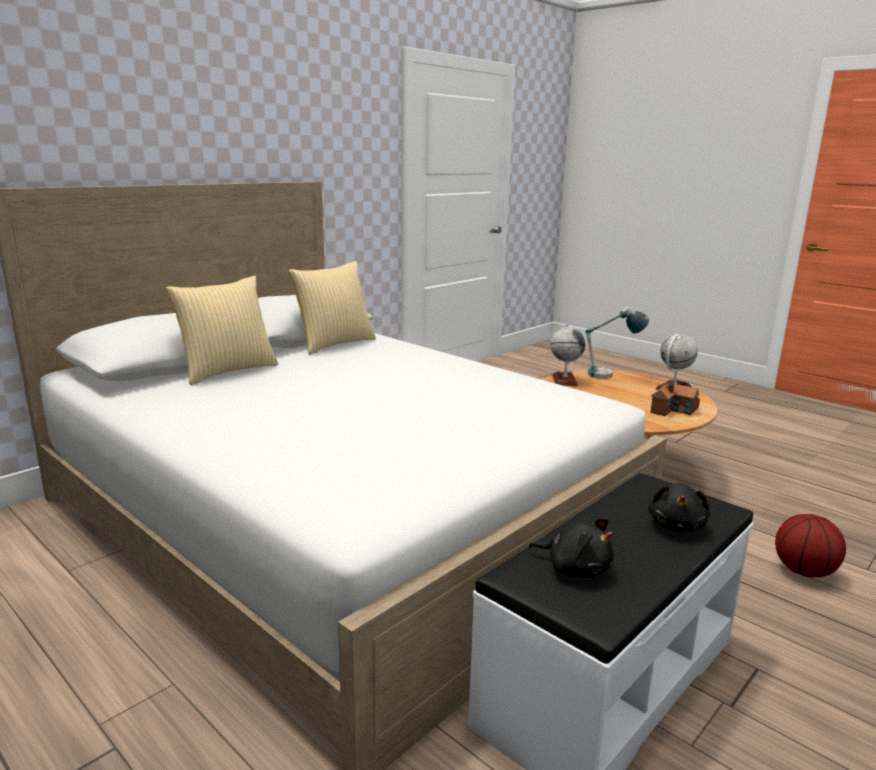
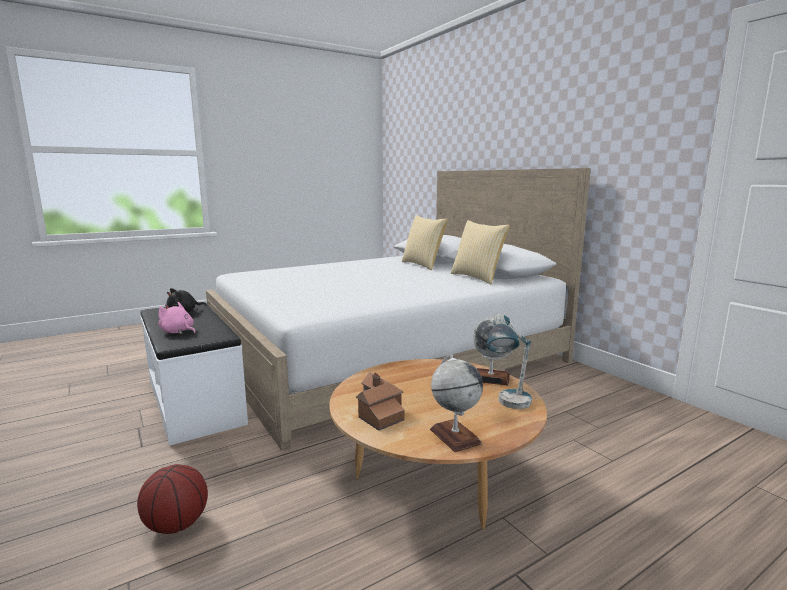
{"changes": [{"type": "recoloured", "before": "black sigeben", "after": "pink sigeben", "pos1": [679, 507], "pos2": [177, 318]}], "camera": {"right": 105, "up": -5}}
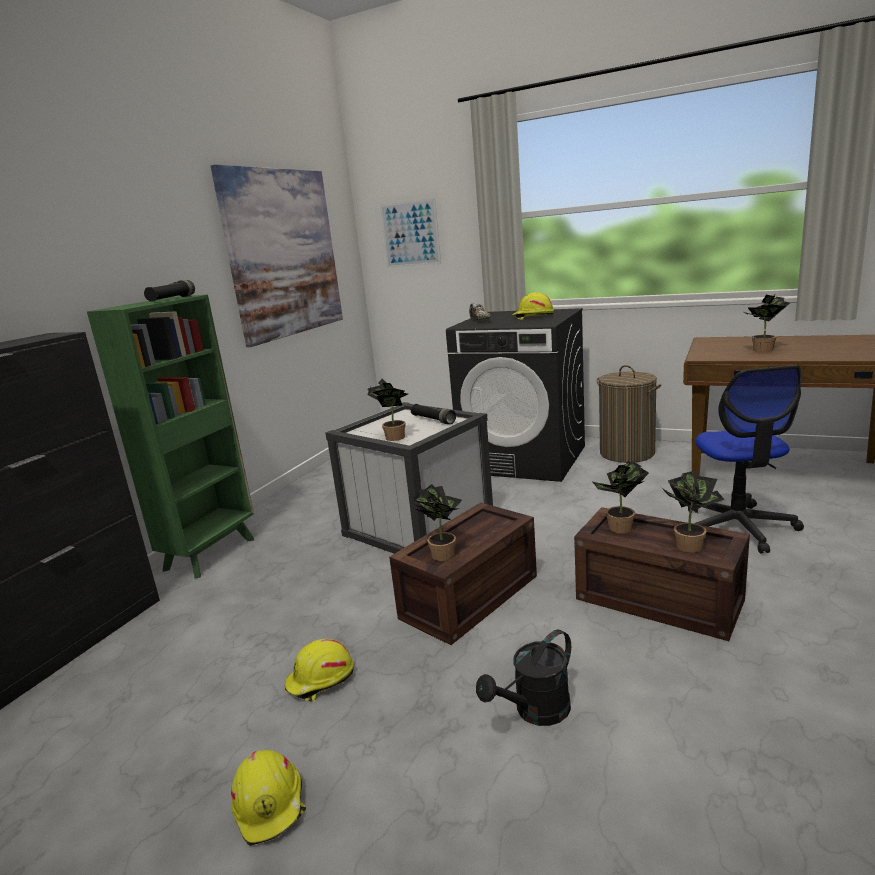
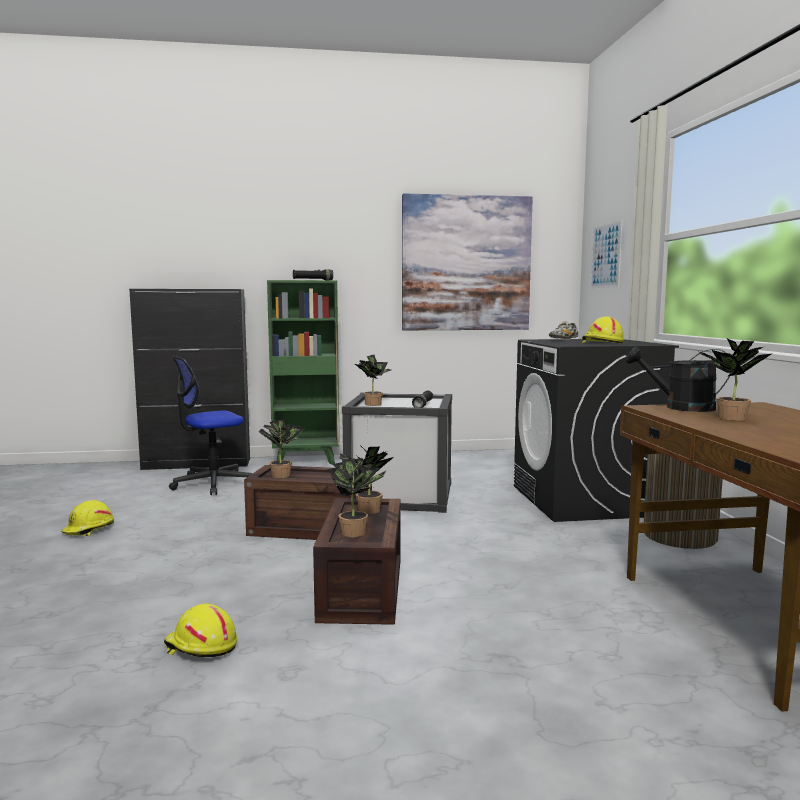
{"changes": [{"type": "moved", "before": "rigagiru", "pos1": [746, 459], "pos2": [211, 425]}, {"type": "moved", "before": "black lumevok", "pos1": [523, 678], "pos2": [678, 379]}, {"type": "moved", "before": "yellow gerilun", "pos1": [319, 670], "pos2": [200, 630]}], "camera": {"right": 55, "up": -10}}
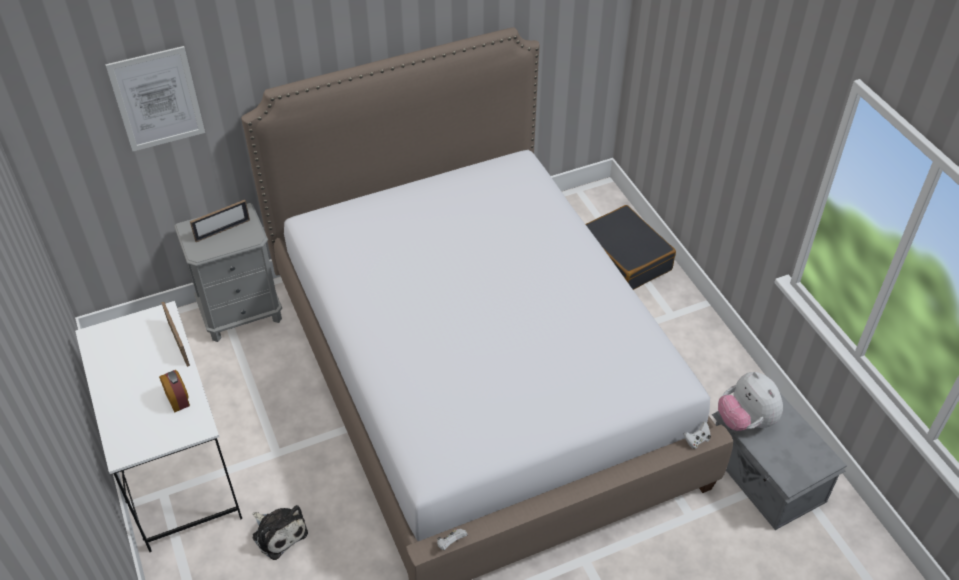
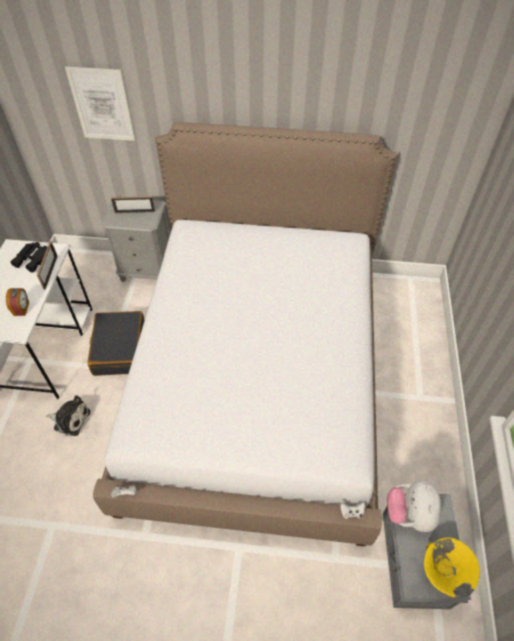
{"changes": [{"type": "moved", "before": "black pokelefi", "pos1": [631, 247], "pos2": [116, 343]}, {"type": "turned", "before": "sigeben", "pos1": [280, 532], "pos2": [68, 415], "turn": -60}, {"type": "added", "after": "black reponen", "pos2": [29, 257]}, {"type": "added", "after": "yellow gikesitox", "pos2": [452, 567]}], "camera": {"right": 30, "up": 5}}
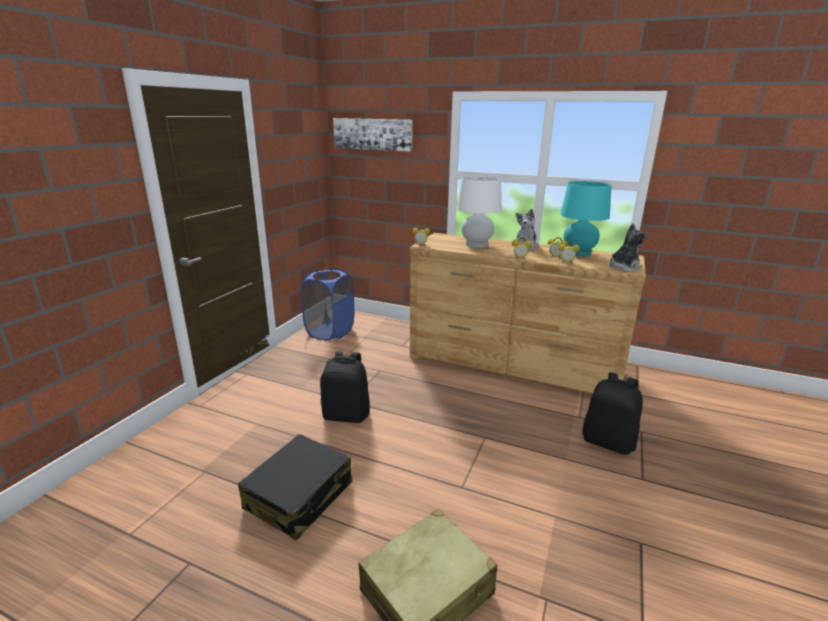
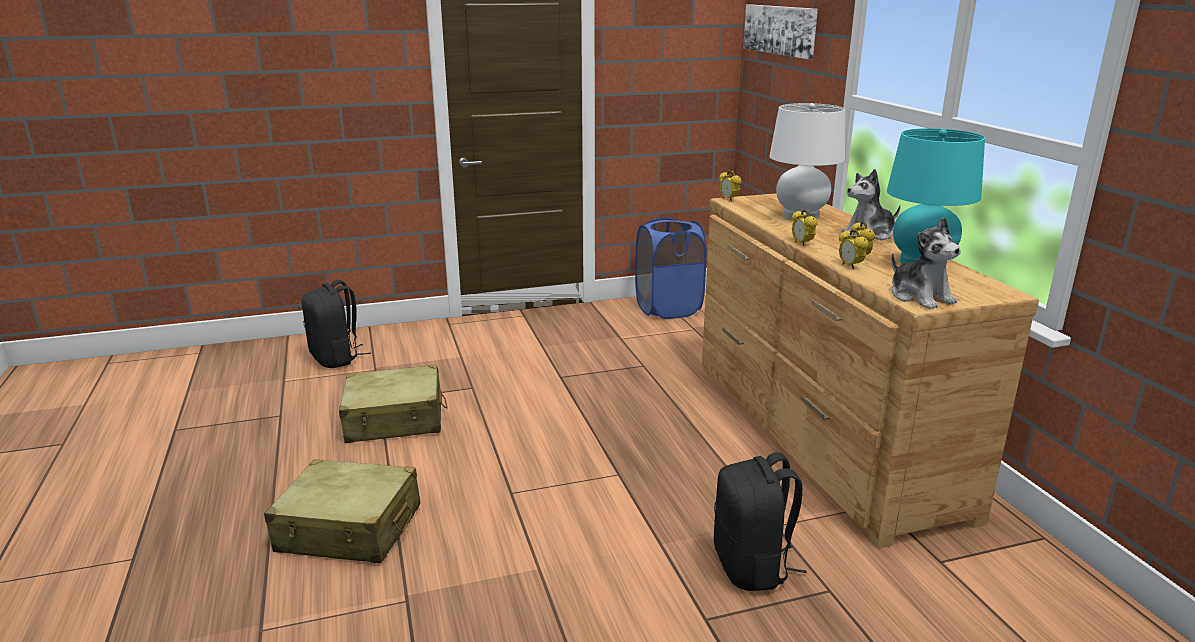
{"changes": [{"type": "turned", "before": "sigeben", "pos1": [628, 247], "pos2": [926, 263], "turn": 45}, {"type": "moved", "before": "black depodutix", "pos1": [345, 387], "pos2": [336, 324]}, {"type": "recoloured", "before": "black pokelefi", "after": "beige pokelefi", "pos1": [295, 487], "pos2": [393, 404]}], "camera": {"right": 50, "up": 0}}
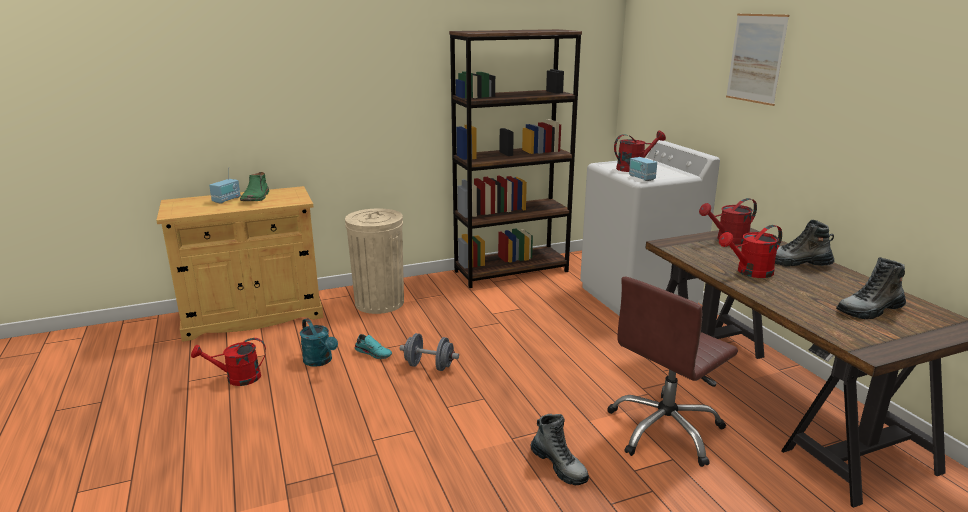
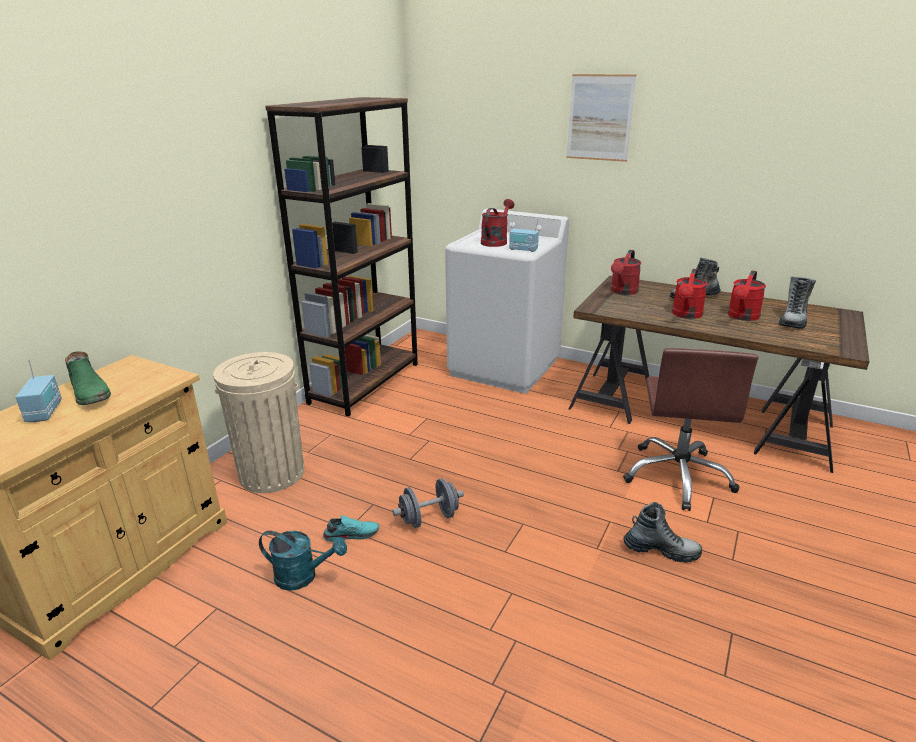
{"changes": [{"type": "moved", "before": "red lumevok", "pos1": [228, 362], "pos2": [747, 296]}], "camera": {"right": -40, "up": 5}}
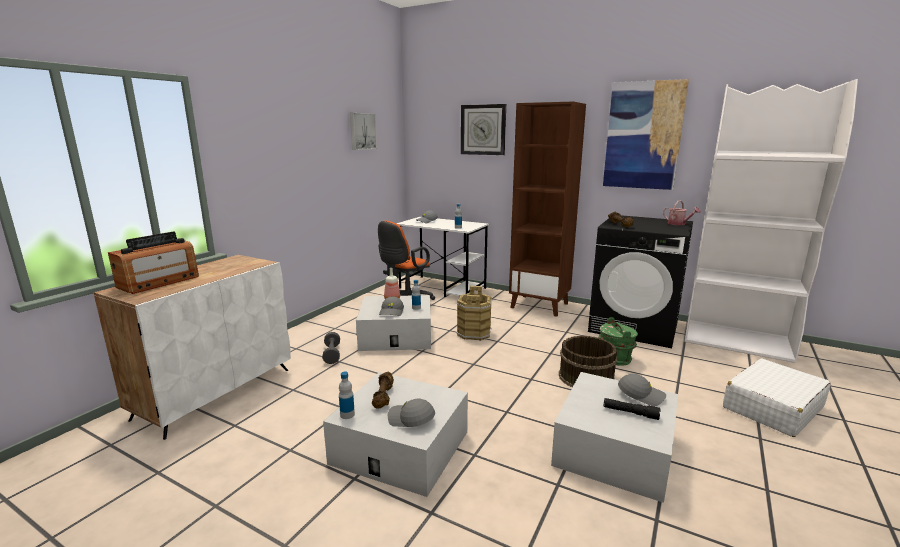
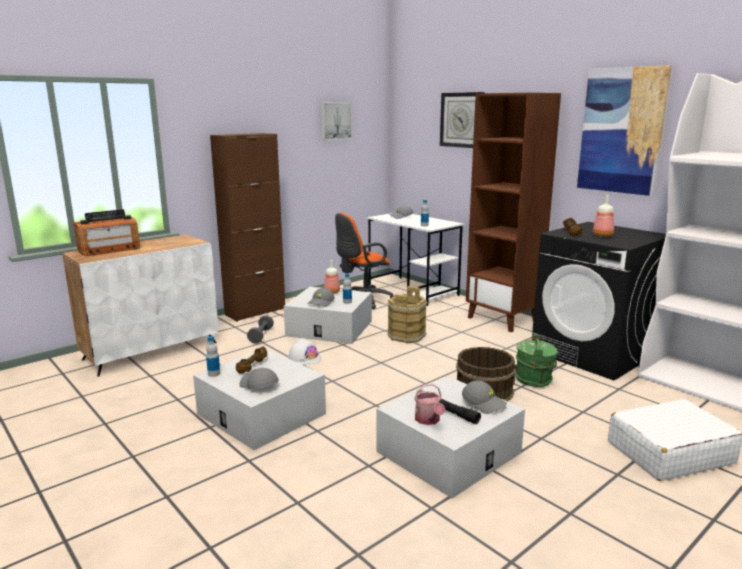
{"changes": [{"type": "moved", "before": "lumevok", "pos1": [682, 212], "pos2": [429, 404]}, {"type": "added", "after": "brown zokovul", "pos2": [247, 227]}, {"type": "added", "after": "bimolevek", "pos2": [603, 216]}, {"type": "added", "after": "white gerilun", "pos2": [304, 351]}], "camera": {"right": 20, "up": 0}}
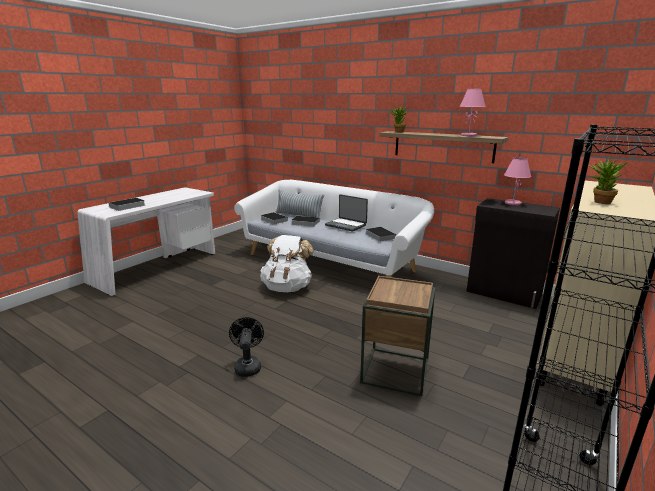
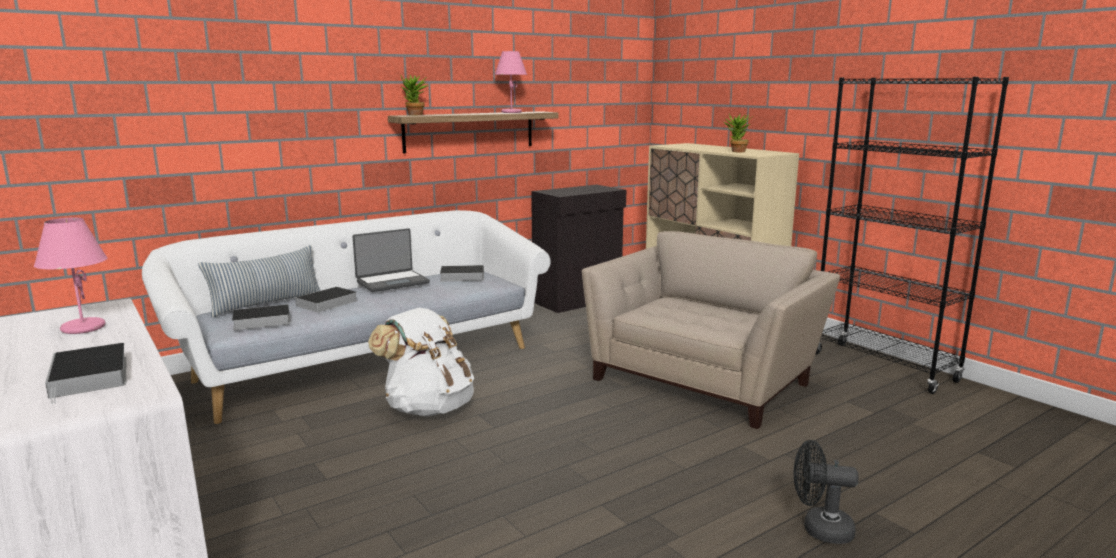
{"changes": [{"type": "moved", "before": "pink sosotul", "pos1": [517, 181], "pos2": [71, 275]}, {"type": "replaced", "before": "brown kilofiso", "after": "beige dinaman", "pos1": [397, 336], "pos2": [711, 330]}, {"type": "moved", "before": "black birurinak", "pos1": [246, 347], "pos2": [826, 492]}], "camera": {"right": -70, "up": -5}}
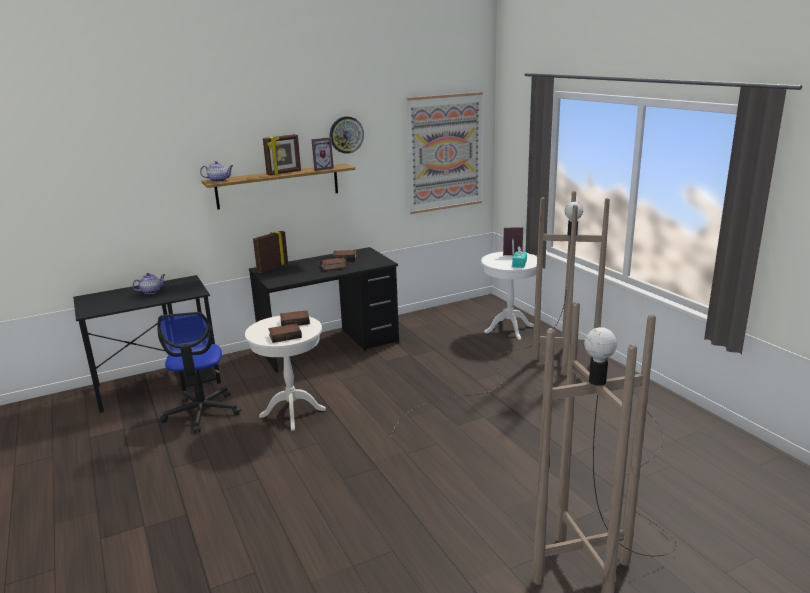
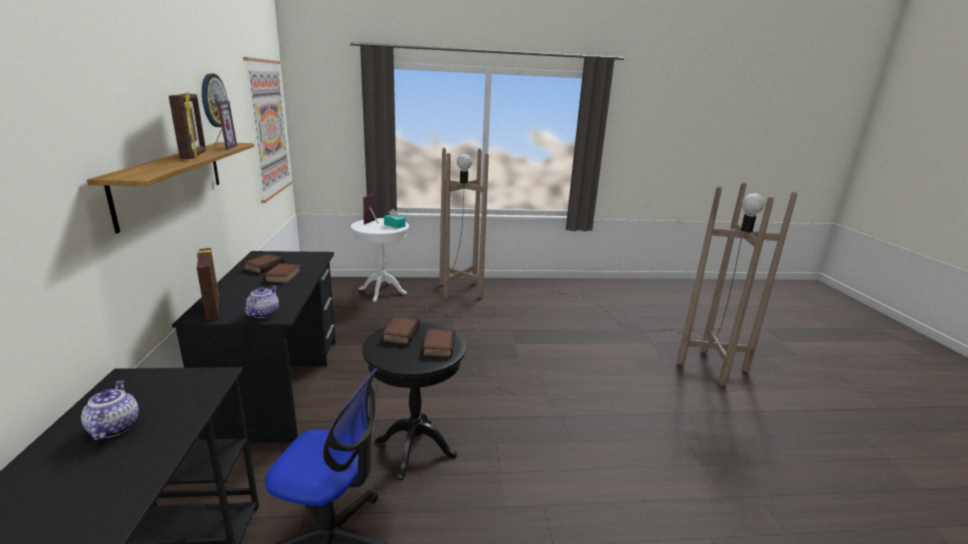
{"changes": [{"type": "moved", "before": "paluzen", "pos1": [217, 171], "pos2": [262, 301]}, {"type": "recoloured", "before": "white kilofiso", "after": "black kilofiso", "pos1": [285, 373], "pos2": [414, 401]}], "camera": {"right": -70, "up": 0}}
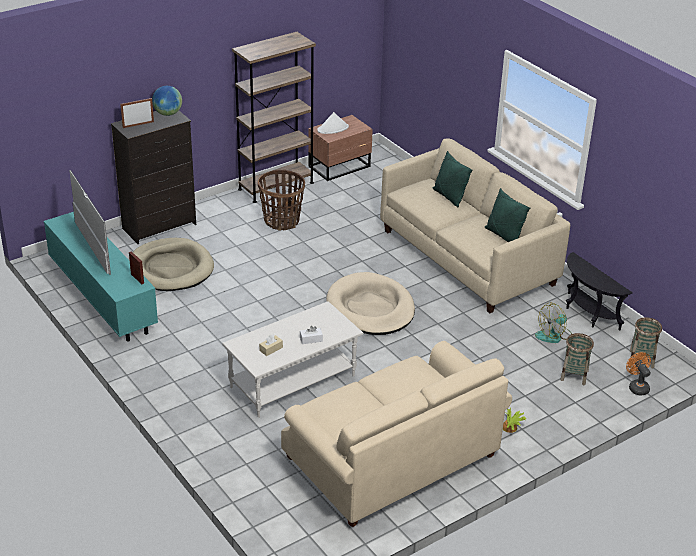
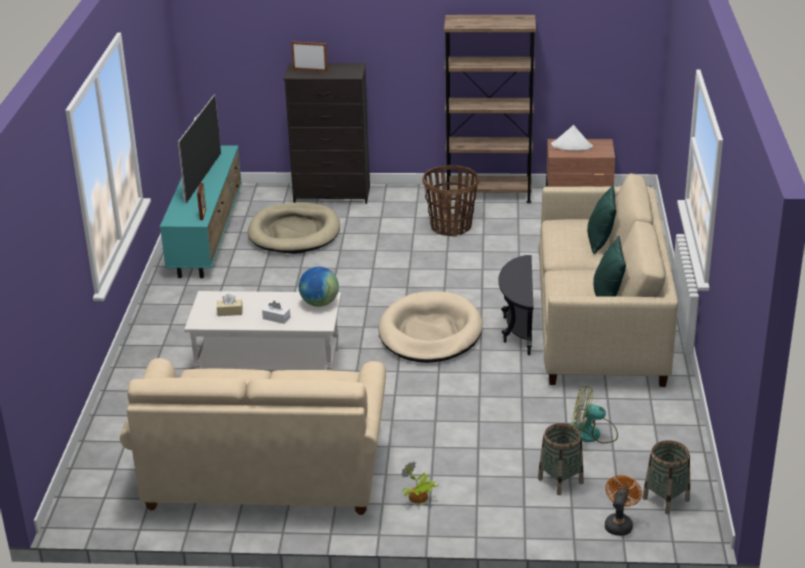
{"changes": [{"type": "moved", "before": "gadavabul", "pos1": [167, 101], "pos2": [319, 287]}, {"type": "moved", "before": "black kilofiso", "pos1": [599, 291], "pos2": [516, 305]}], "camera": {"right": 40, "up": -5}}
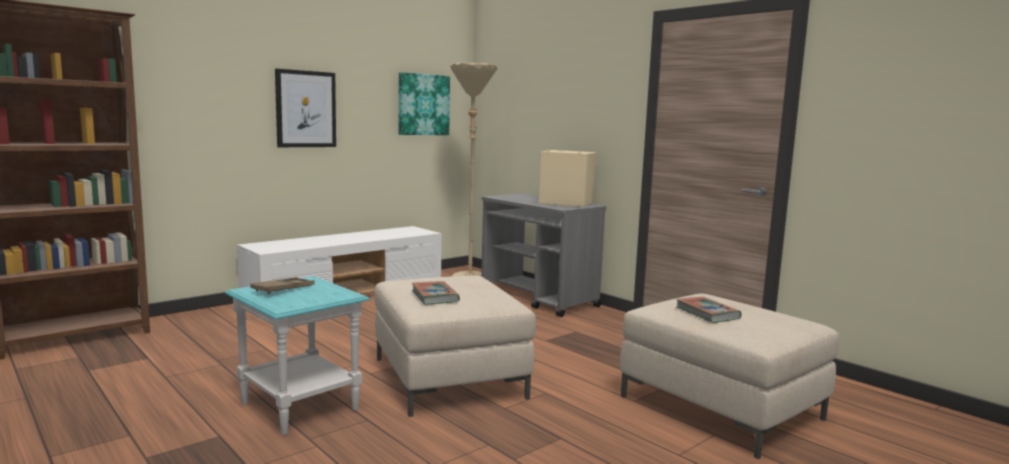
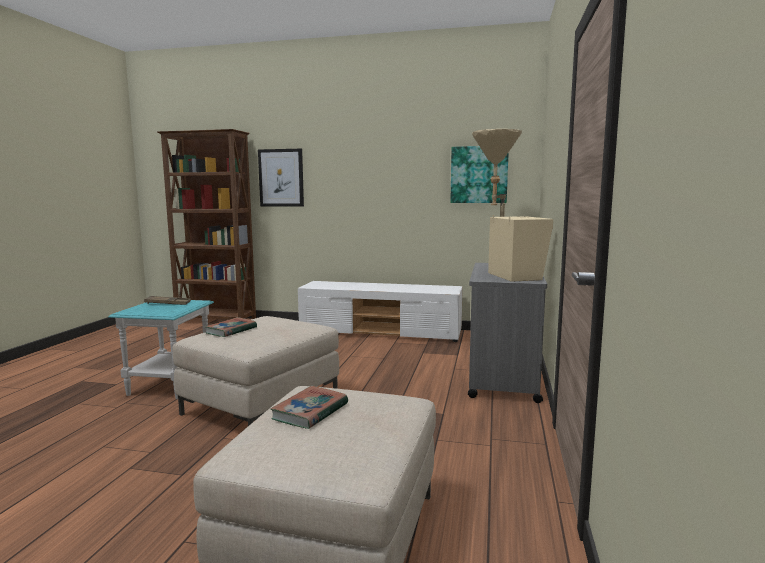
{"changes": [{"type": "moved", "before": "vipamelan", "pos1": [305, 108], "pos2": [281, 177]}], "camera": {"right": 55, "up": 0}}
